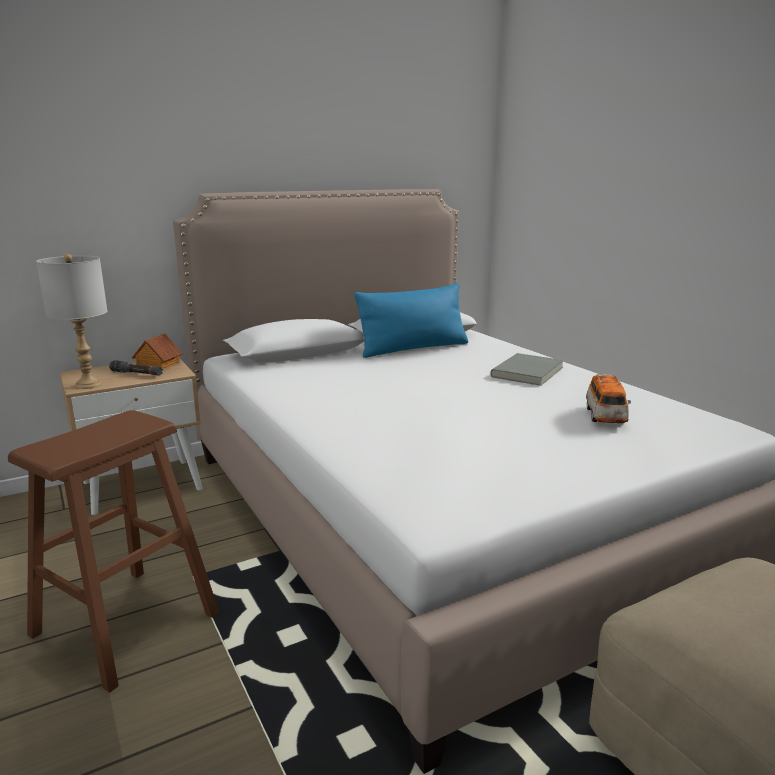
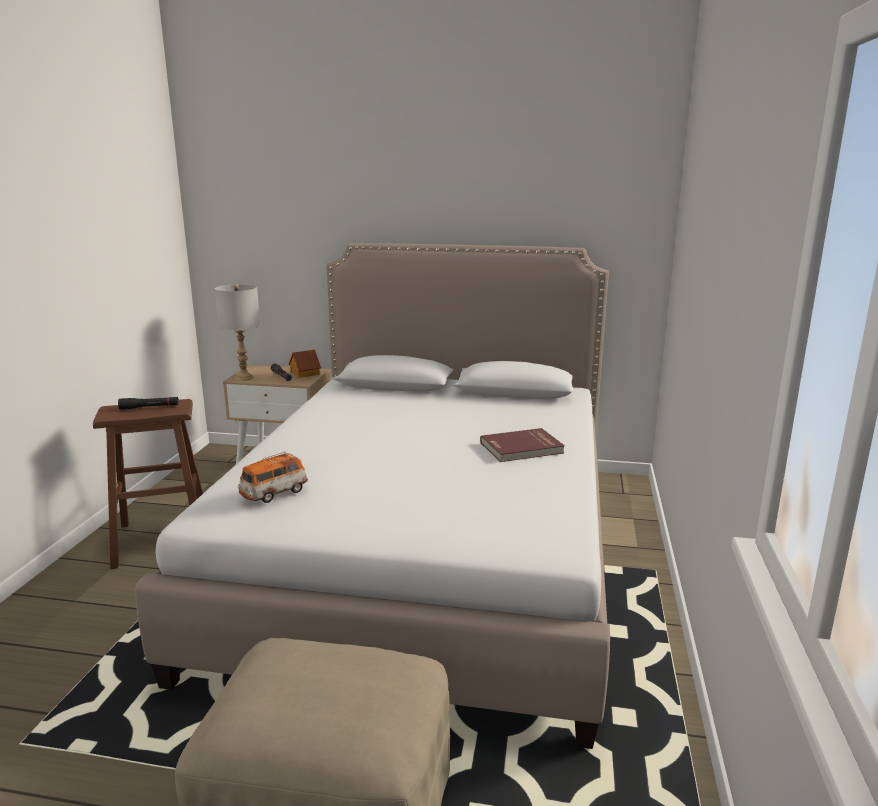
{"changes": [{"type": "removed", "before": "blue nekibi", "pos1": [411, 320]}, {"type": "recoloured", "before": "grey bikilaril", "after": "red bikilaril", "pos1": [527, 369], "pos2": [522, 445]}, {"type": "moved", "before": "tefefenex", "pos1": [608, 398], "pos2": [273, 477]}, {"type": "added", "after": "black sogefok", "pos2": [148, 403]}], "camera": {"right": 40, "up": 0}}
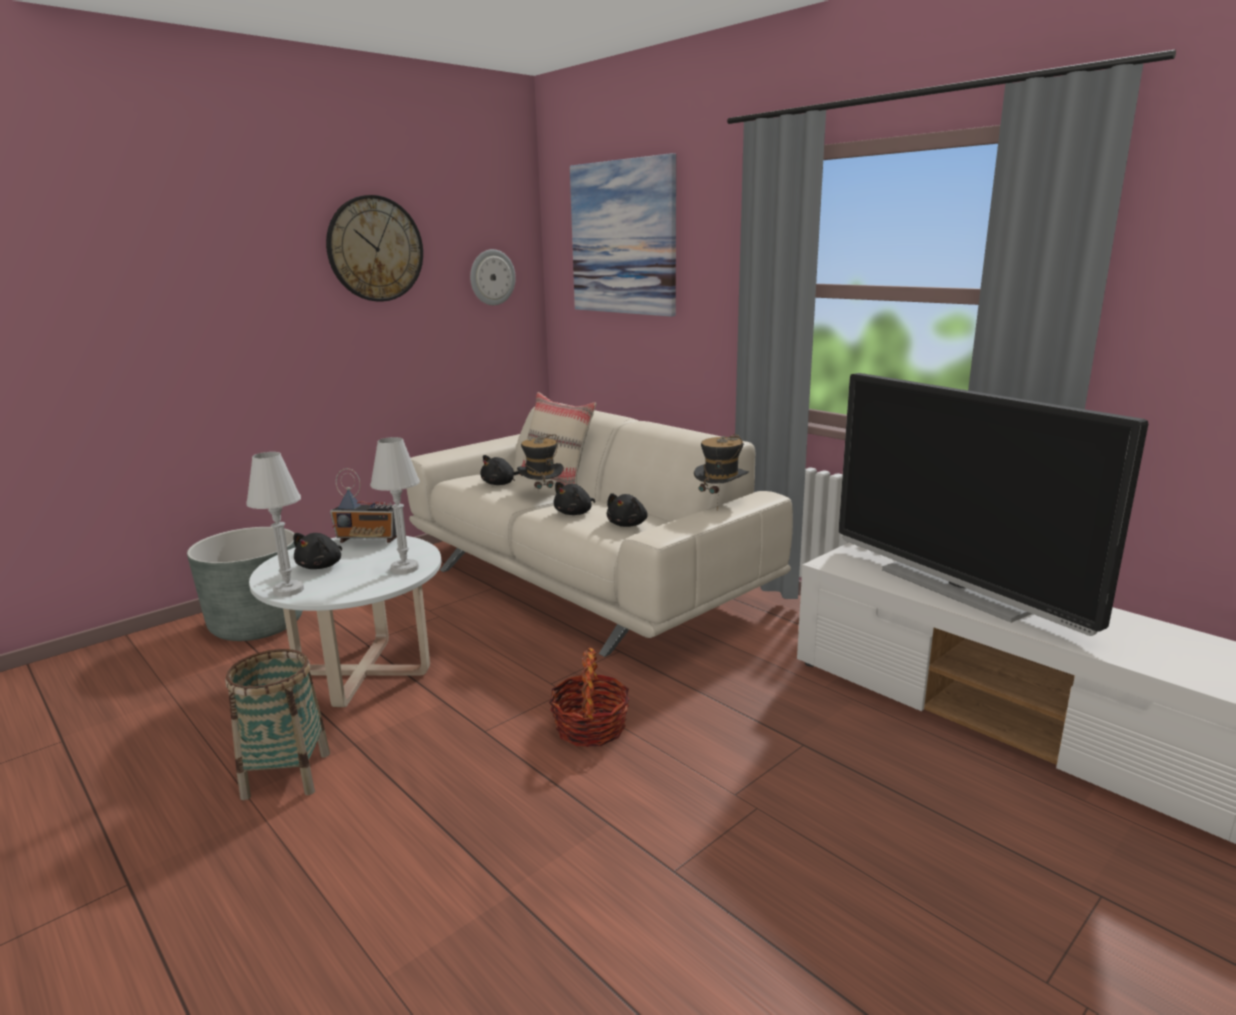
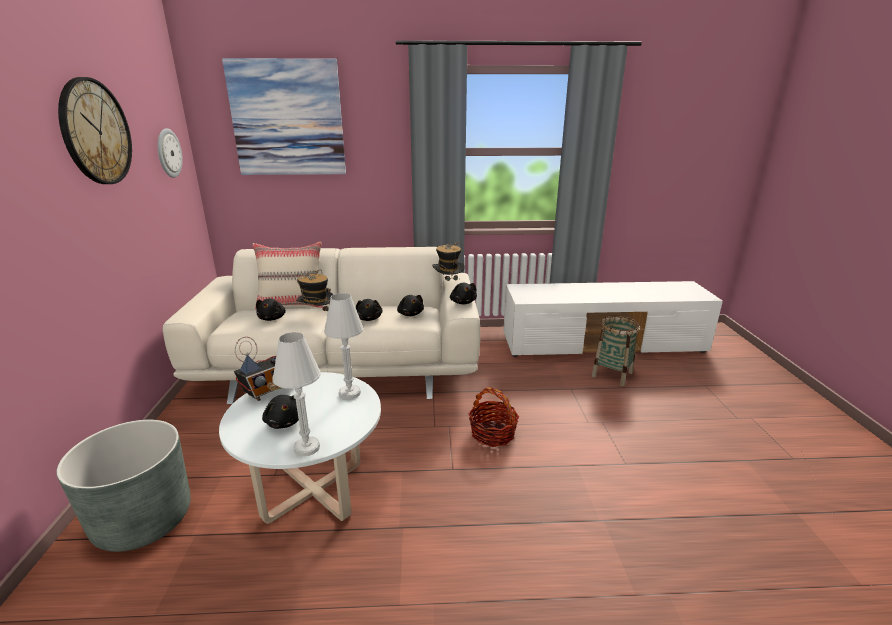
{"changes": [{"type": "removed", "before": "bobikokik", "pos1": [993, 504]}, {"type": "moved", "before": "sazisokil", "pos1": [277, 724], "pos2": [616, 351]}, {"type": "added", "after": "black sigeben", "pos2": [463, 293]}], "camera": {"right": -50, "up": 5}}
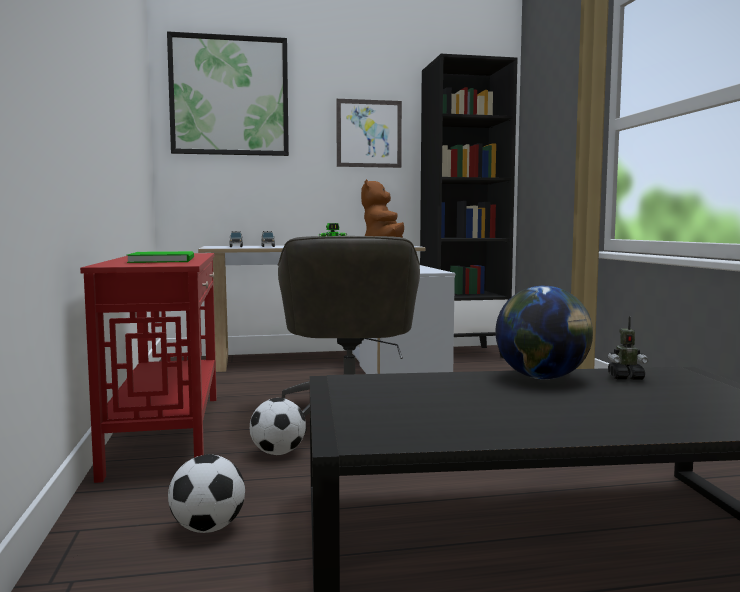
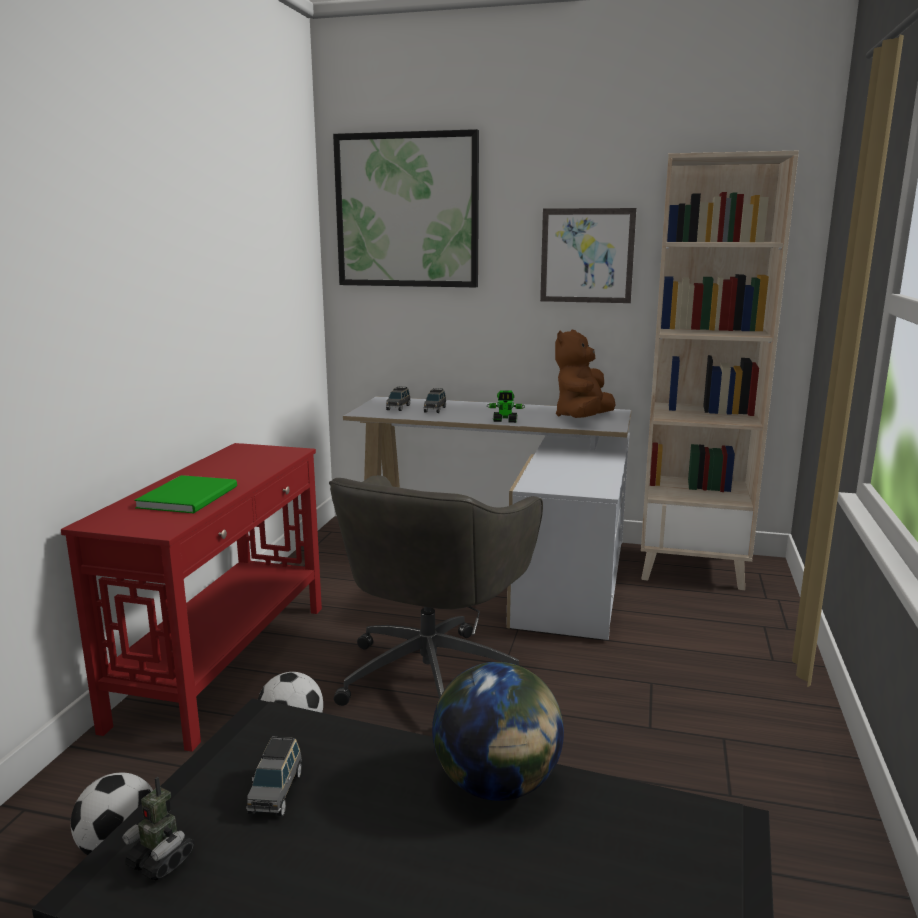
{"changes": [{"type": "recoloured", "before": "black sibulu", "after": "beige sibulu", "pos1": [468, 206], "pos2": [720, 370]}, {"type": "moved", "before": "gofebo", "pos1": [628, 348], "pos2": [158, 828]}, {"type": "added", "after": "grey tefefenex", "pos2": [274, 776]}], "camera": {"right": 25, "up": 10}}
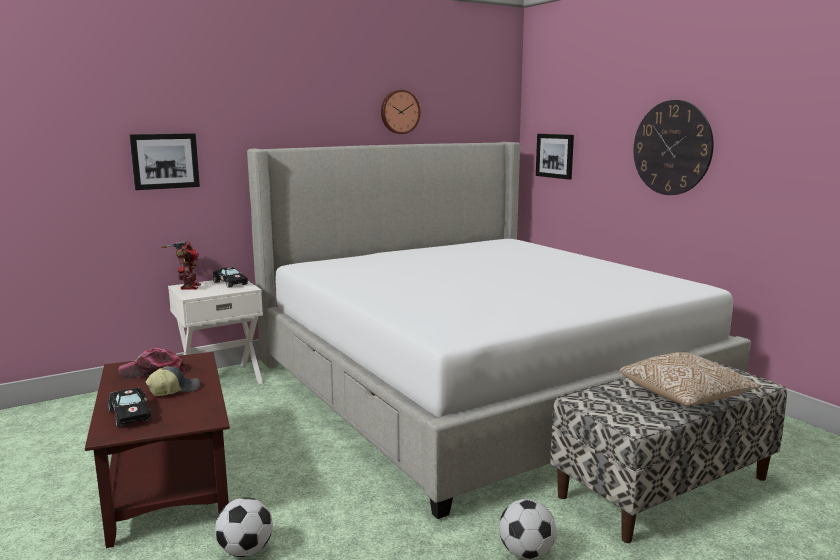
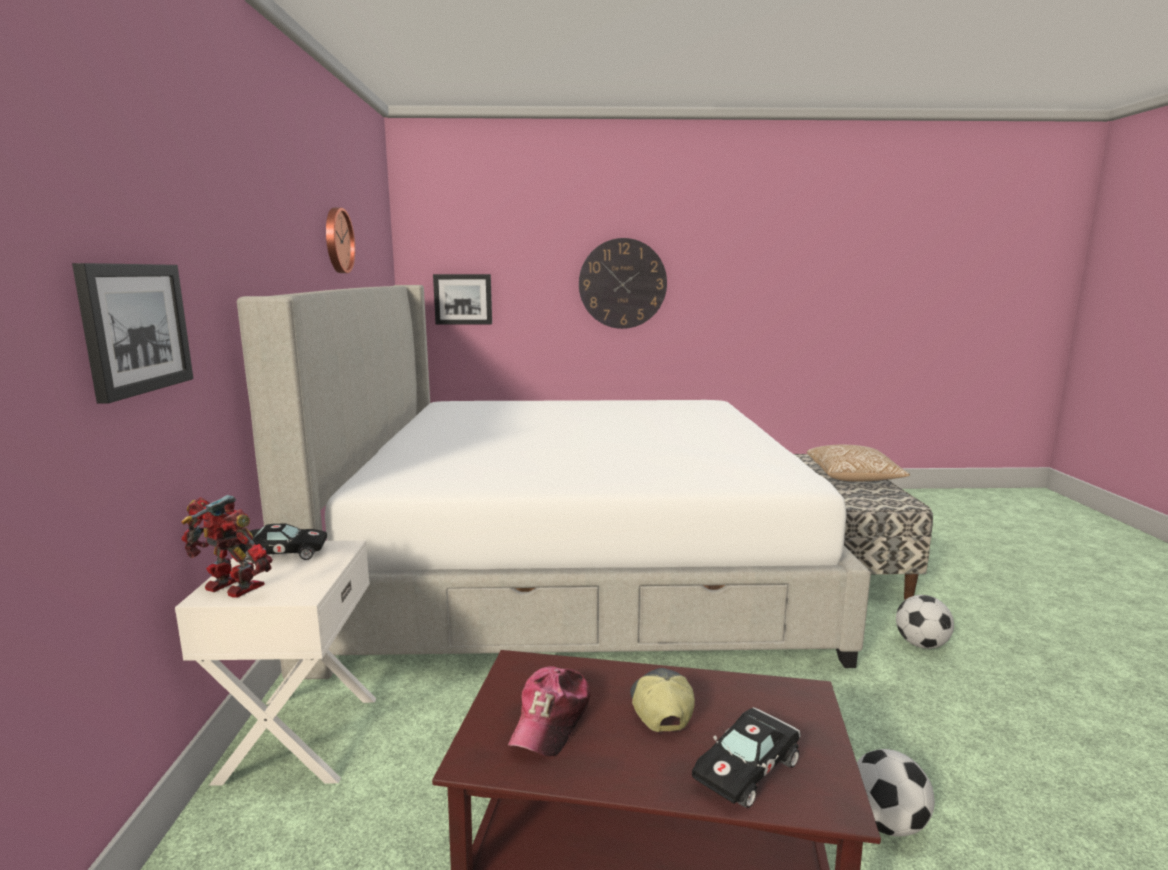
{"changes": [{"type": "turned", "before": "black tefefenex", "pos1": [129, 407], "pos2": [746, 757], "turn": 135}], "camera": {"right": -60, "up": 0}}
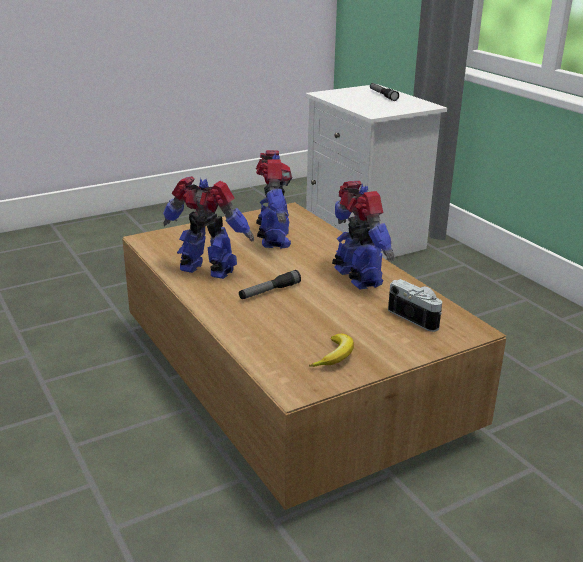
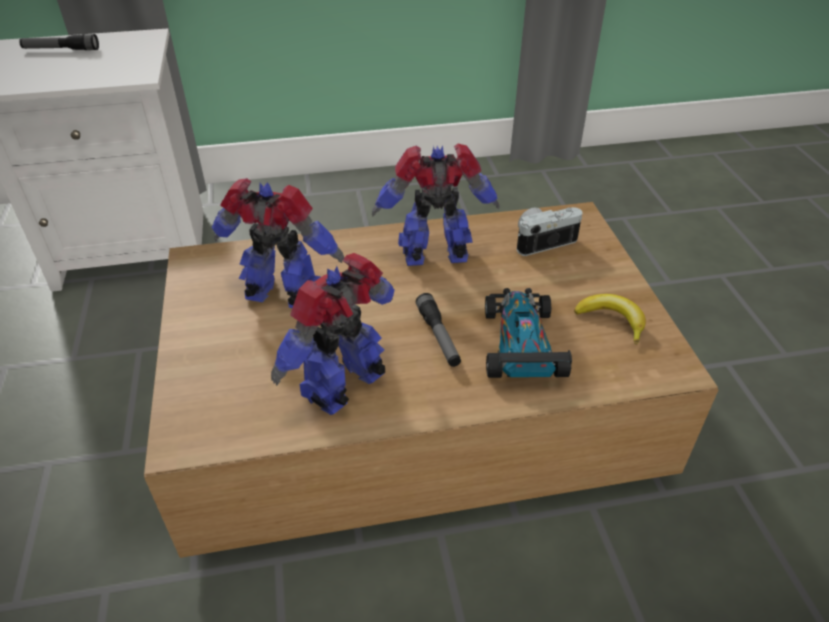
{"changes": [{"type": "added", "after": "tefefenex", "pos2": [528, 333]}], "camera": {"right": -70, "up": 15}}
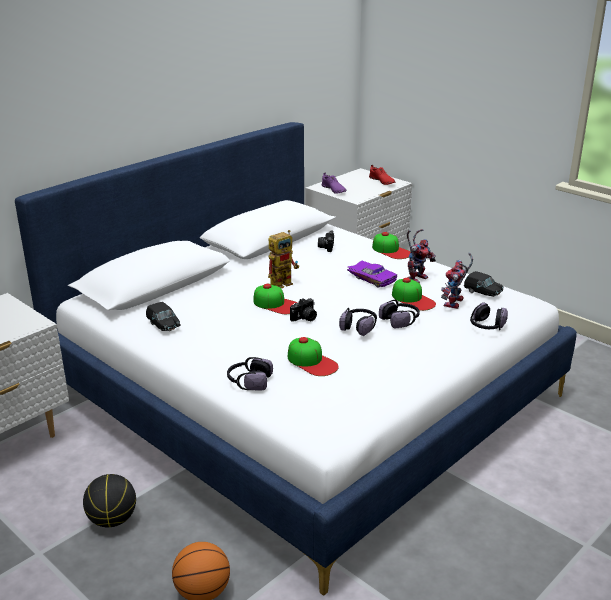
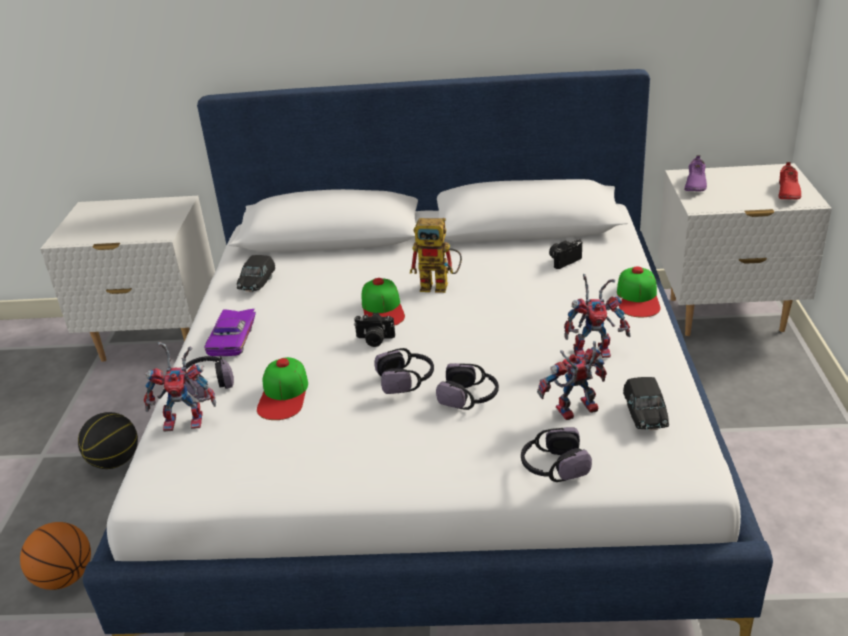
{"changes": [{"type": "moved", "before": "purple tefefenex", "pos1": [372, 274], "pos2": [230, 332]}, {"type": "removed", "before": "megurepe", "pos1": [414, 294]}, {"type": "added", "after": "gofebo", "pos2": [180, 387]}], "camera": {"right": 50, "up": 5}}
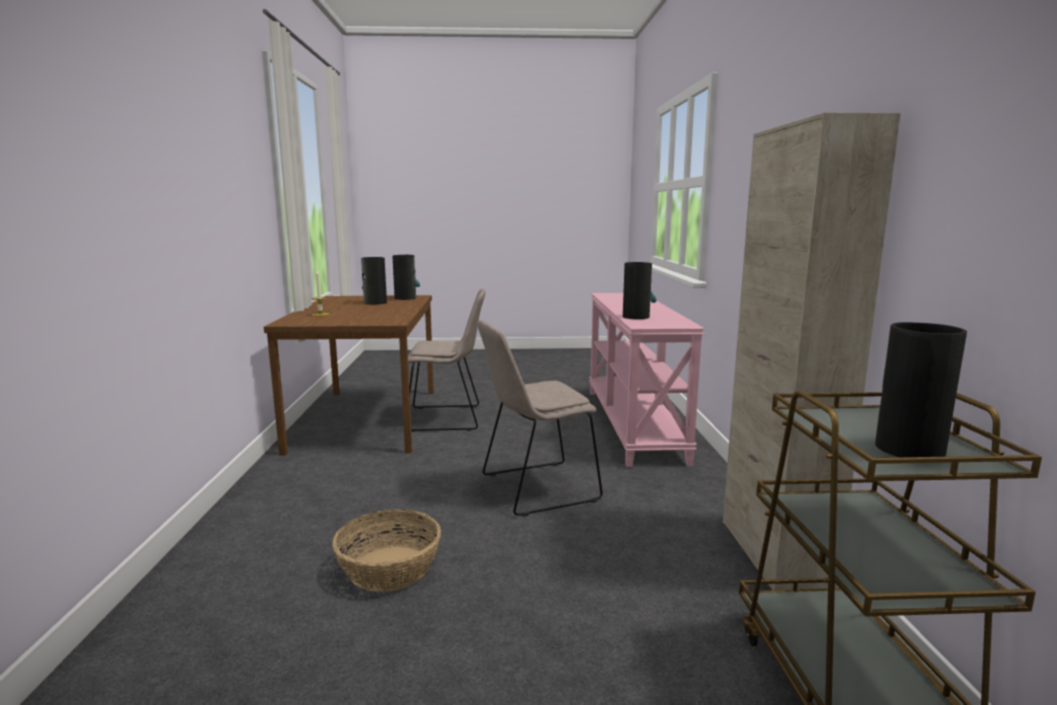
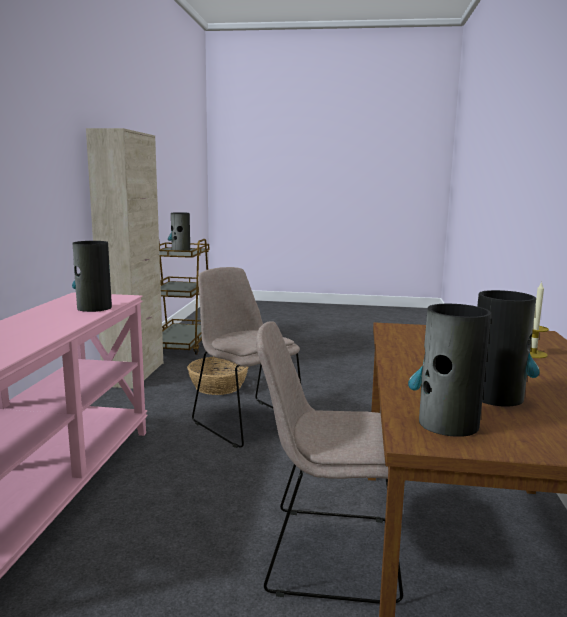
{"changes": [{"type": "turned", "before": "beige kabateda", "pos1": [540, 418], "pos2": [246, 357], "turn": -120}, {"type": "moved", "before": "sazisokil", "pos1": [386, 550], "pos2": [218, 376]}], "camera": {"right": -170, "up": 0}}
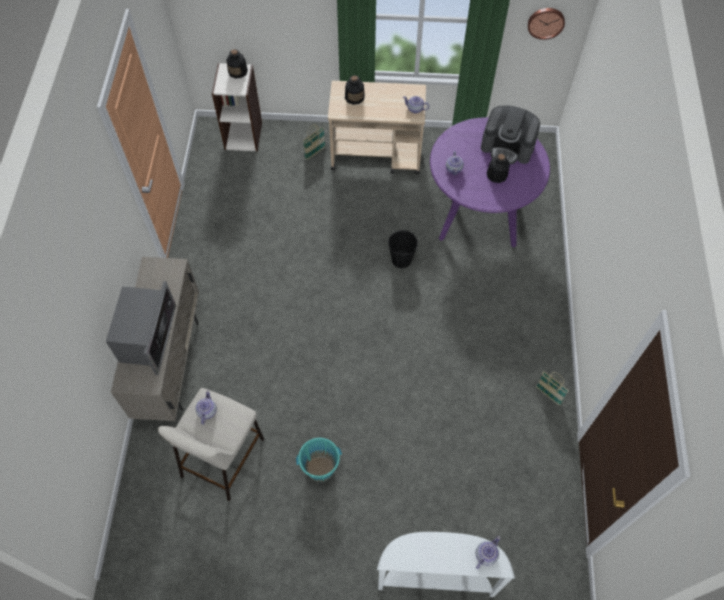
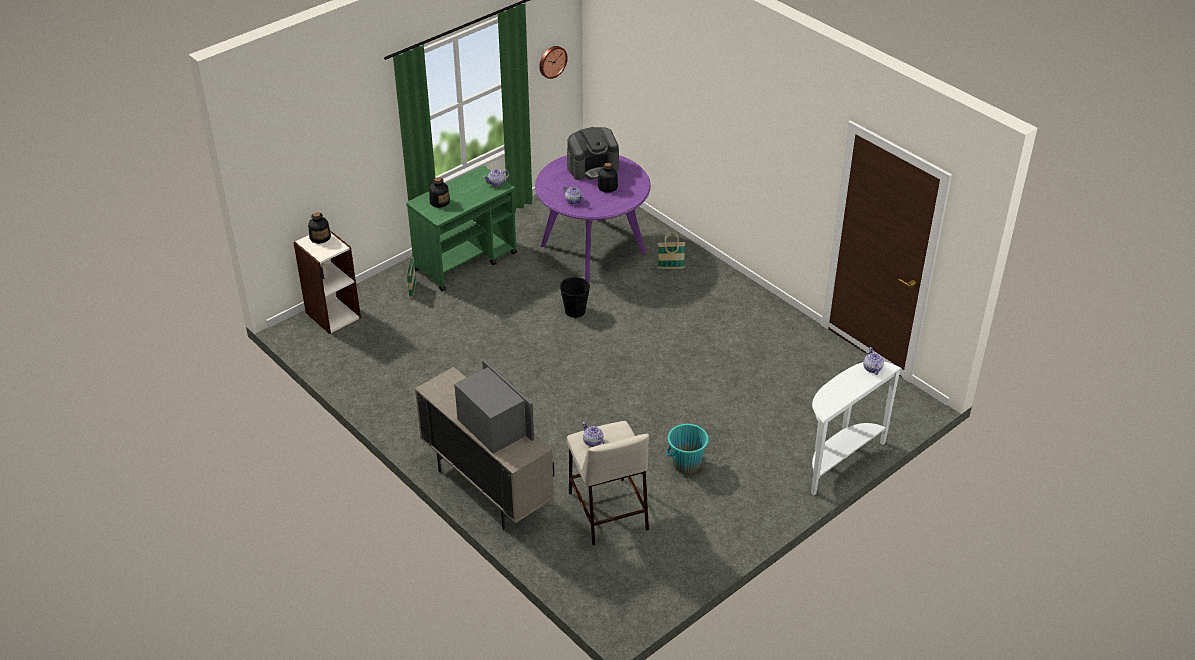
{"changes": [{"type": "recoloured", "before": "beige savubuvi", "after": "green savubuvi", "pos1": [377, 127], "pos2": [461, 229]}, {"type": "moved", "before": "sazisokil", "pos1": [552, 388], "pos2": [671, 250]}], "camera": {"right": -45, "up": -20}}
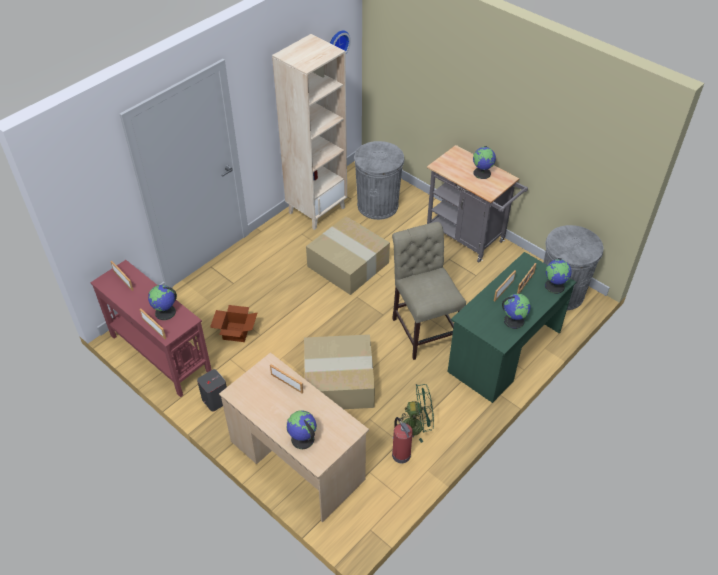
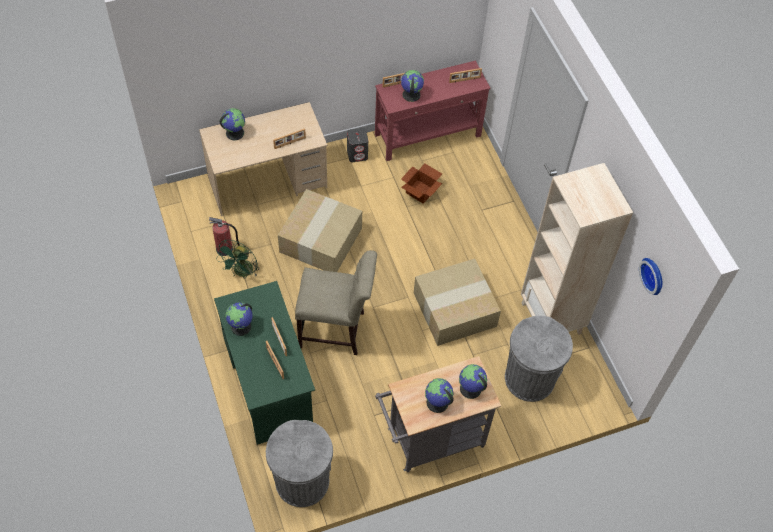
{"changes": [{"type": "moved", "before": "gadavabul", "pos1": [558, 276], "pos2": [473, 381]}], "camera": {"right": 115, "up": 10}}
